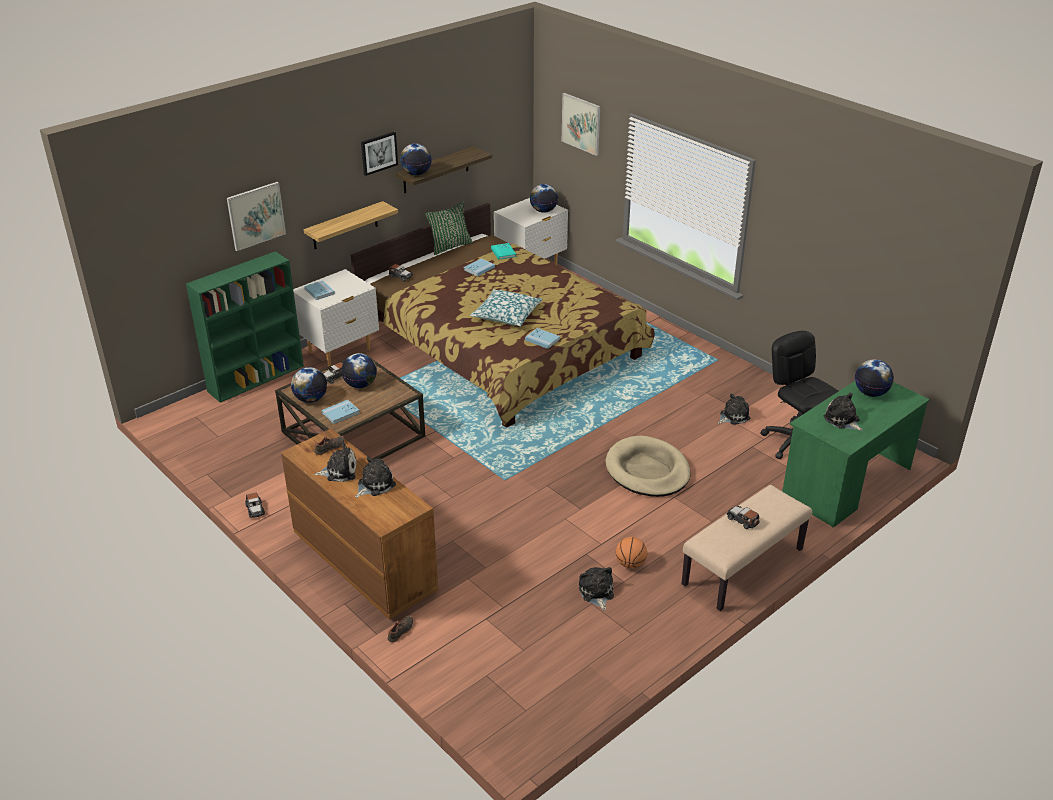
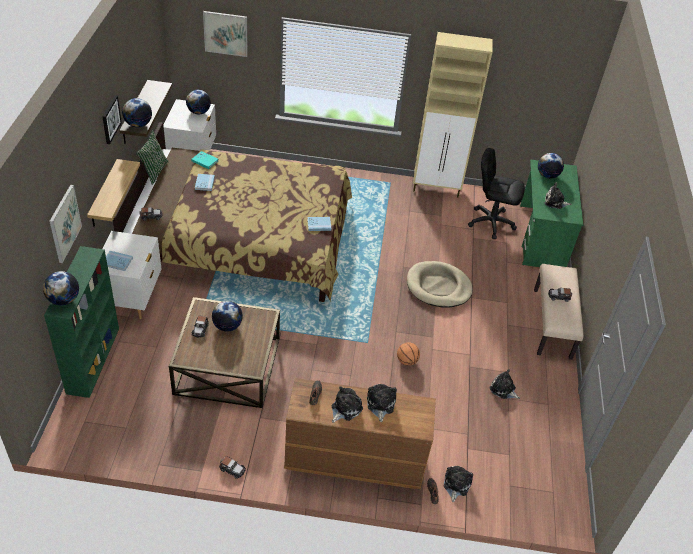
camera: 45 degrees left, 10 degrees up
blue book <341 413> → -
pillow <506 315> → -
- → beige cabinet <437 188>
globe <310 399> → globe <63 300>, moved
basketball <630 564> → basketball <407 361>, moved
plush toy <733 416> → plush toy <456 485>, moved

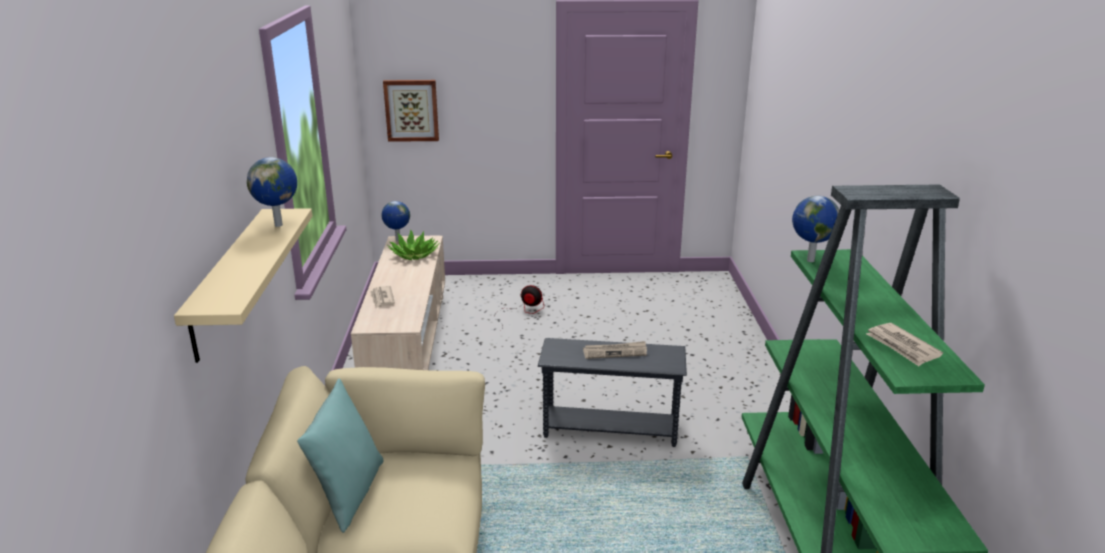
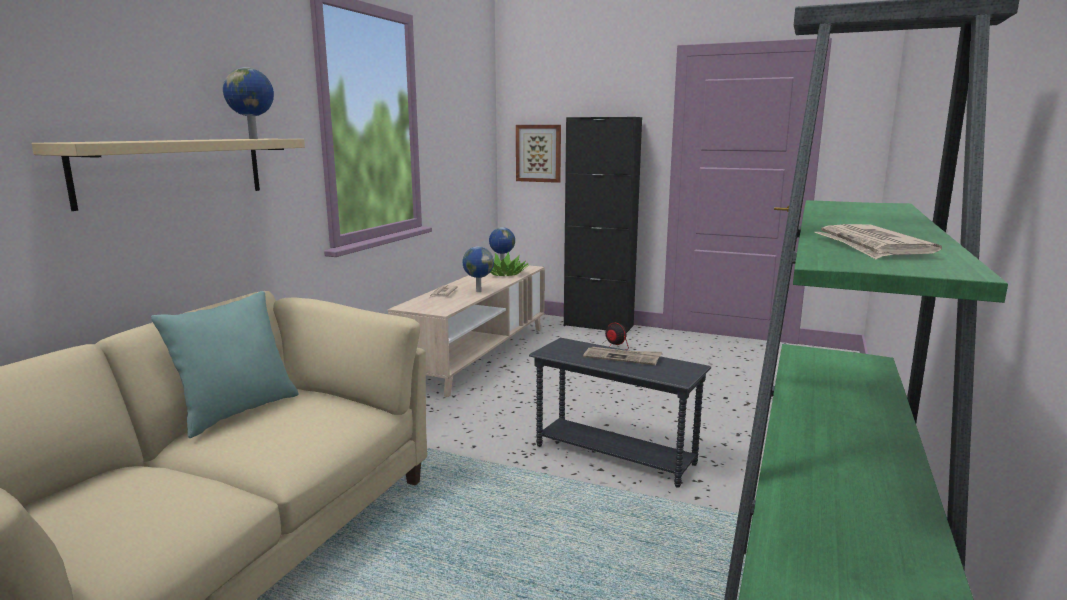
camera: 25 degrees right, 10 degrees down
- → black cabinet <598 325>
globe <809 260> → globe <478 291>, moved

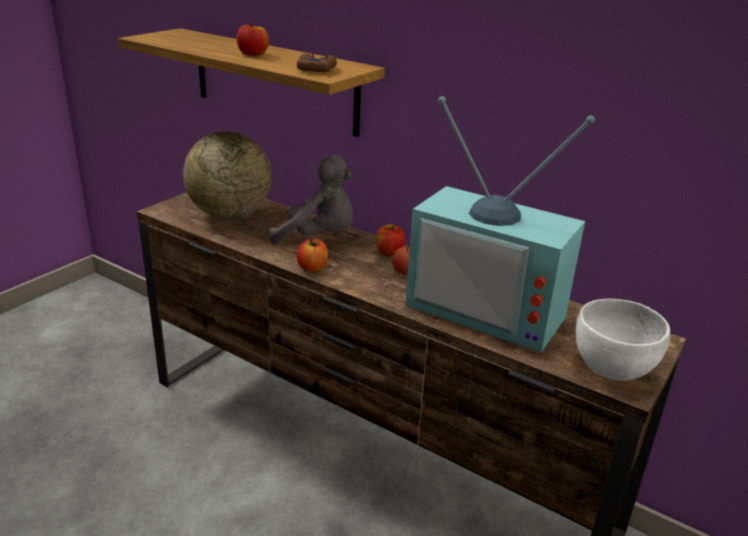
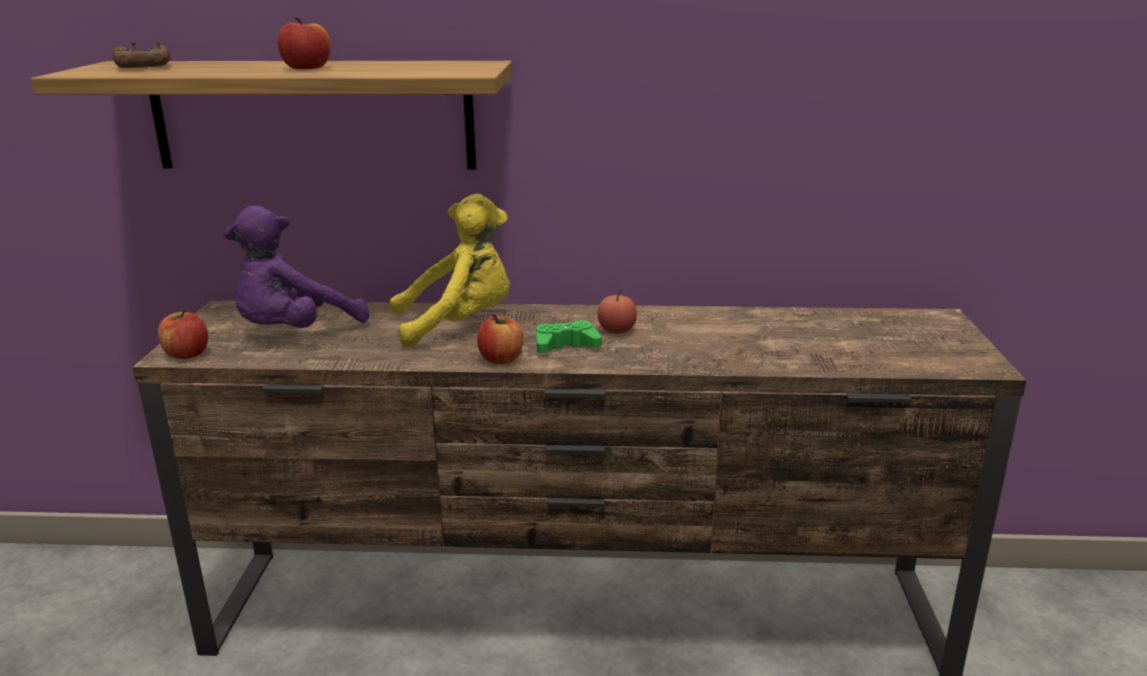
camera: 30 degrees left, 5 degrees down
television <490 309> → -
white bowl <611 369> → -
- → green game controller <566 346>
brown game controller <316 69> → brown game controller <143 67>, moved
apple <389 252> → apple <187 354>, moved
globe <230 215> → purple plush toy <295 332>
grey plush toy <319 237> → yellow plush toy <459 325>

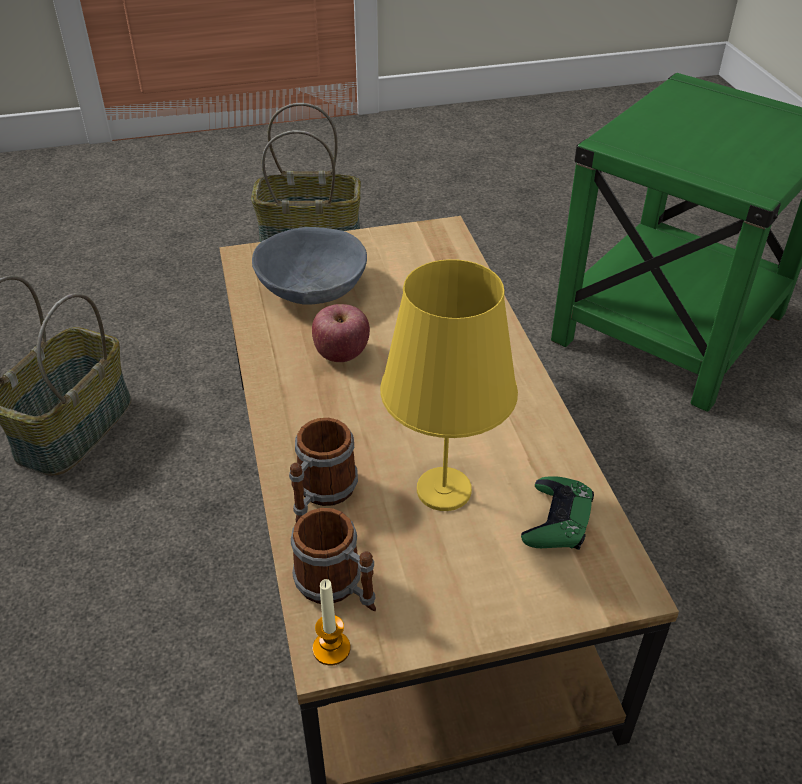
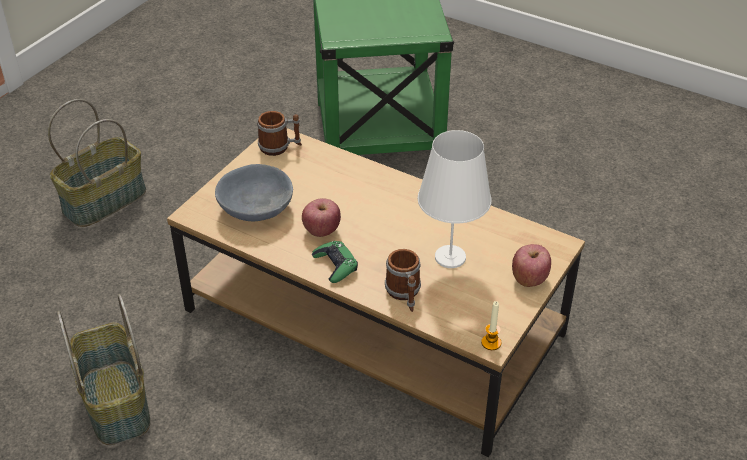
camera: 45 degrees left, 0 degrees up
- → apple <529 278>
mug <338 587> → mug <280 147>, moved
green game controller <557 520> → green game controller <335 265>, moved
yellow table lamp <444 490> → white table lamp <450 257>

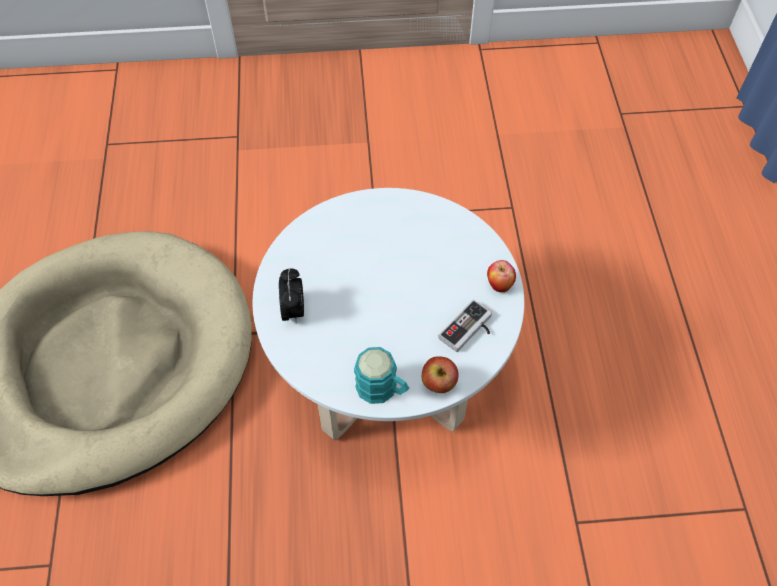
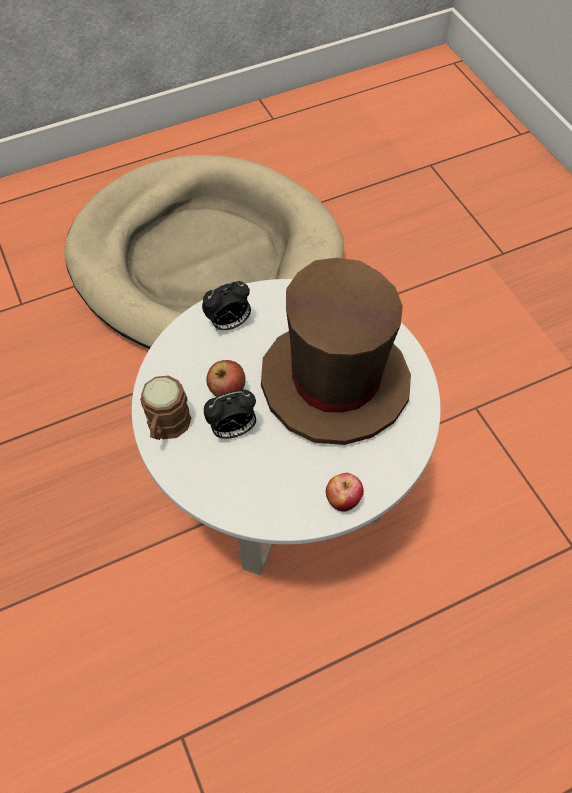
camera: 70 degrees right, 0 degrees up
game controller <469 331> → -
- → alarm clock <232 430>
- → brown hat <334 382>
apple <438 384> → apple <227 391>, moved
turquoise mug <382 389> → brown mug <166 427>

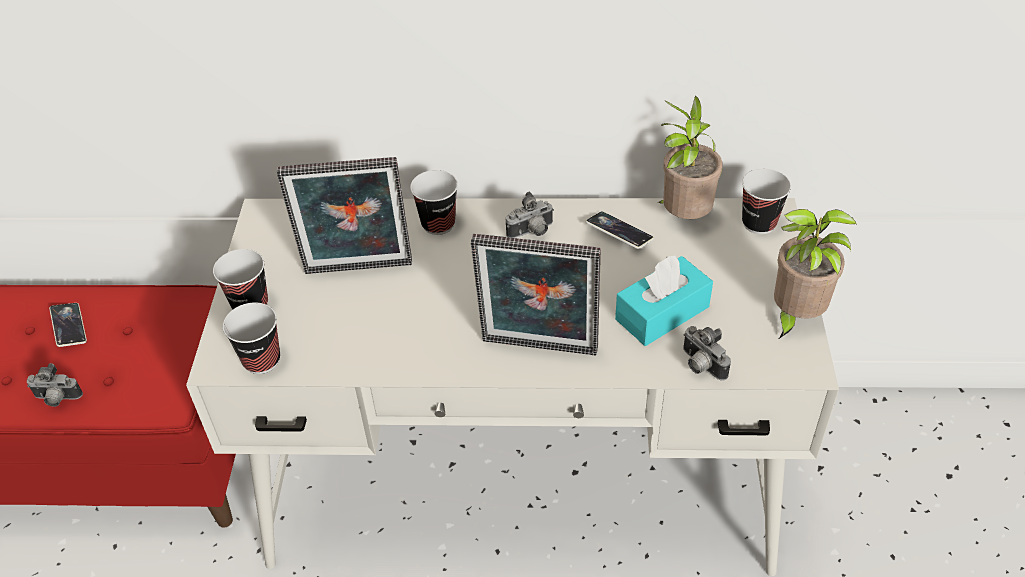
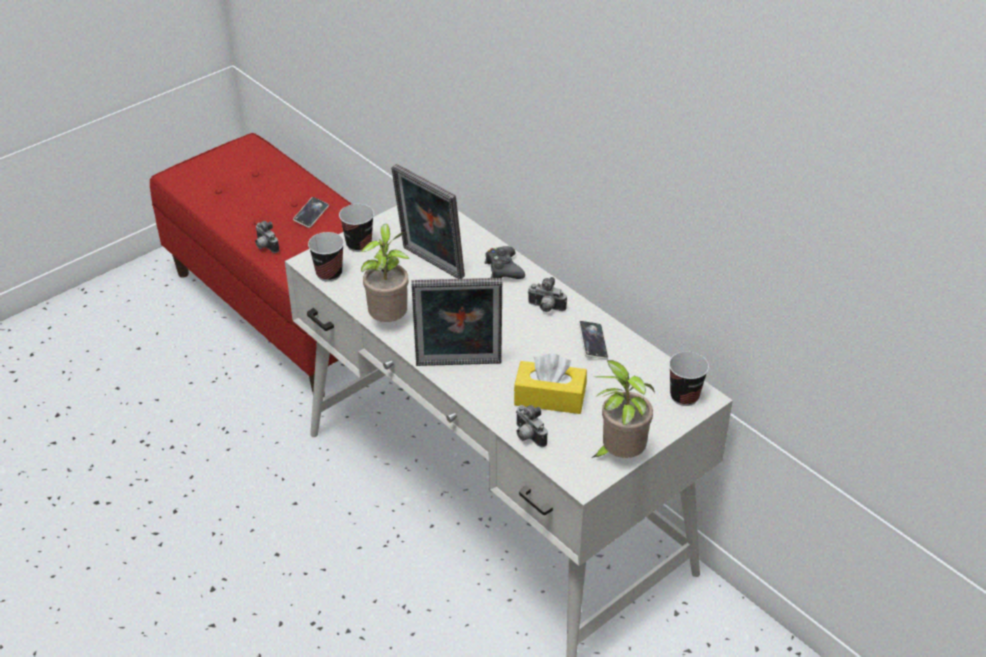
camera: 45 degrees right, 5 degrees down
potted plant <683 216> → potted plant <389 320>, moved
cup <438 224> → black game controller <503 269>
turquoise tissue box <662 313> → yellow tissue box <550 397>
picture frame <538 350> → picture frame <458 366>, 60 degrees counterclockwise
photo camera <700 366> → photo camera <527 436>, 45 degrees counterclockwise

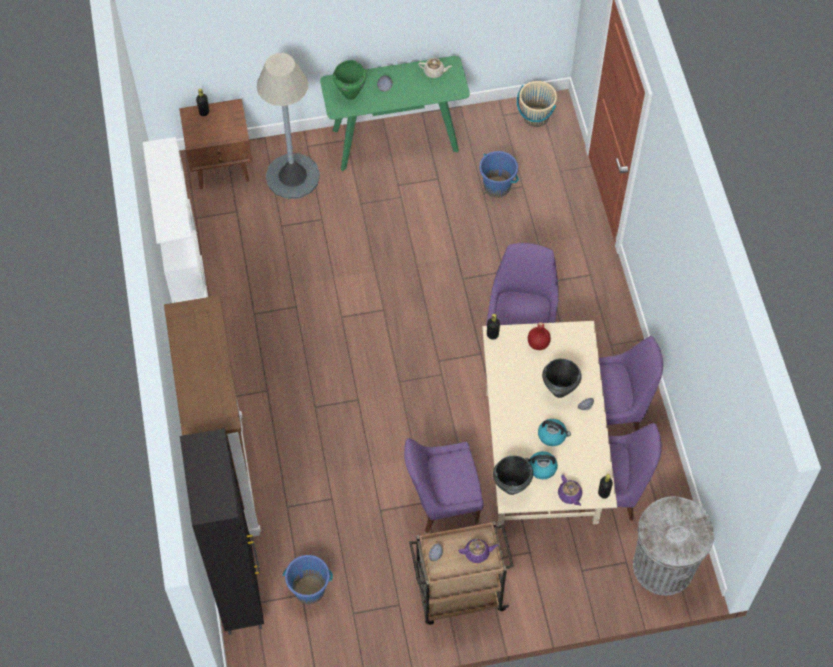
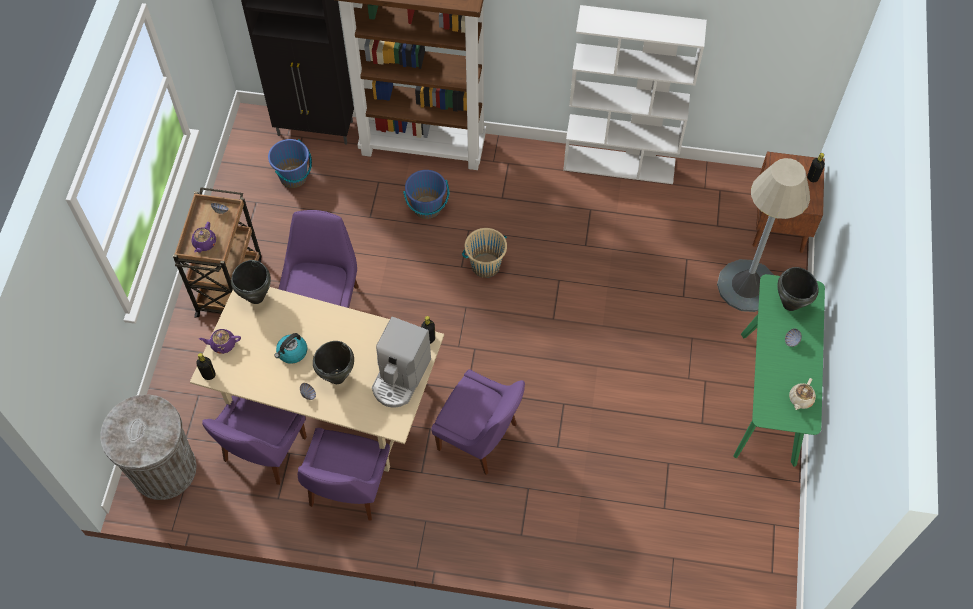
camera: 110 degrees right, 0 degrees up
kettle <541 468> → -
blue bucket <497 187> → blue bucket <427 208>, moved
beige bucket <535 117> → beige bucket <485 265>, moved
red bottle <537 343> → coffee machine <400 377>
green cooking pot <350 94> → black cooking pot <790 304>

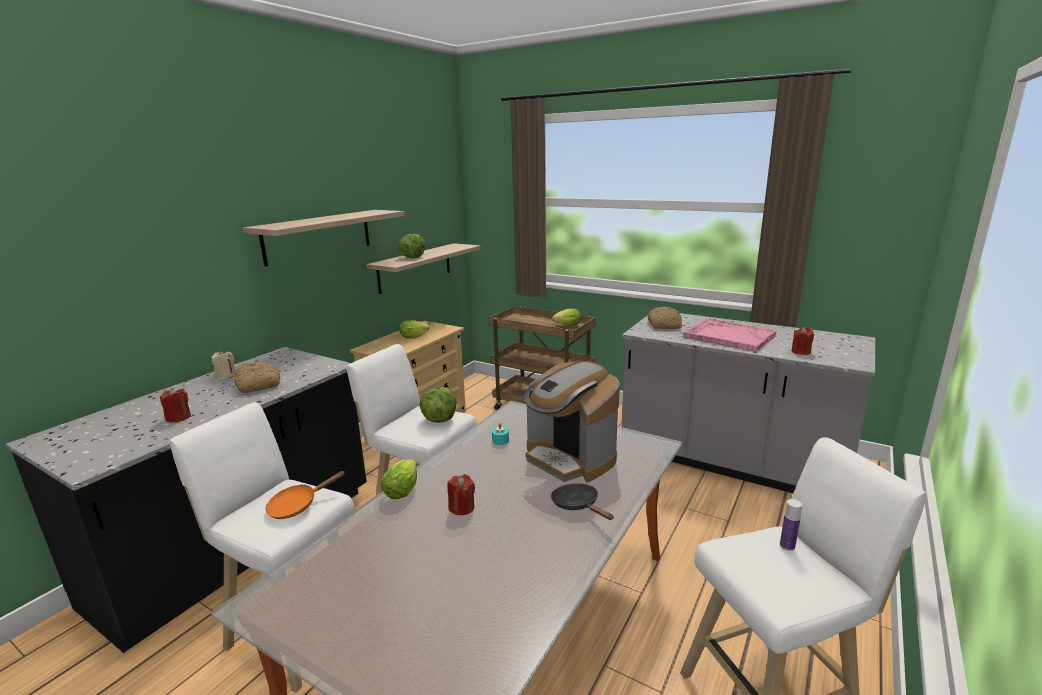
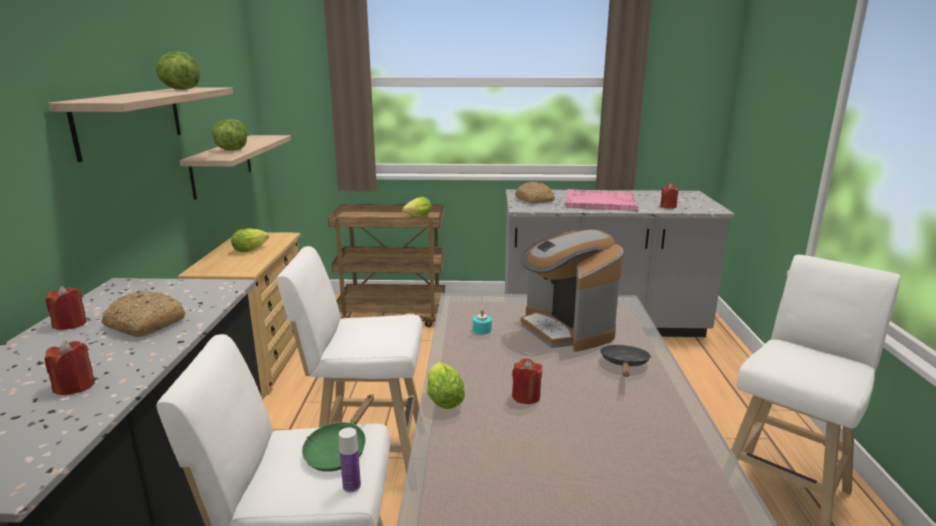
camera: 30 degrees left, 0 degrees up
lettuce <439 419> → lettuce <181 89>, moved
bottle <787 546> → bottle <351 486>, moved
beige candle <226 376> → red candle <70 324>
orange frying pan <298 505> → green frying pan <339 450>
coffee machine <569 458> → coffee machine <566 329>, 45 degrees clockwise
black frying pan <578 505> → black frying pan <624 364>, 75 degrees clockwise

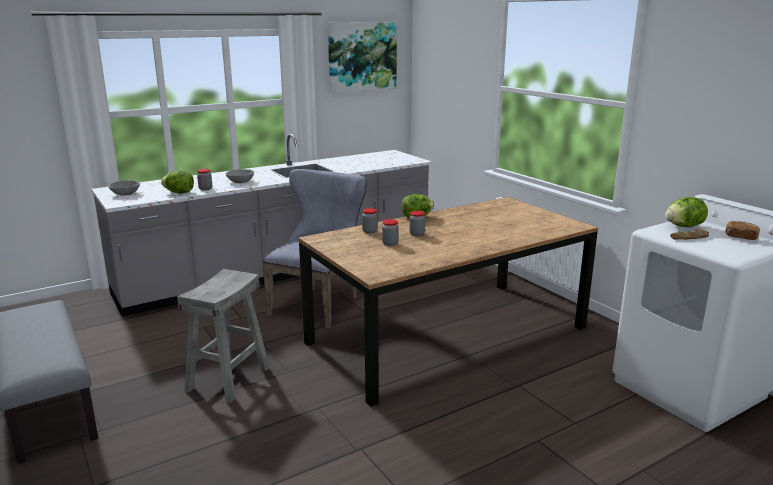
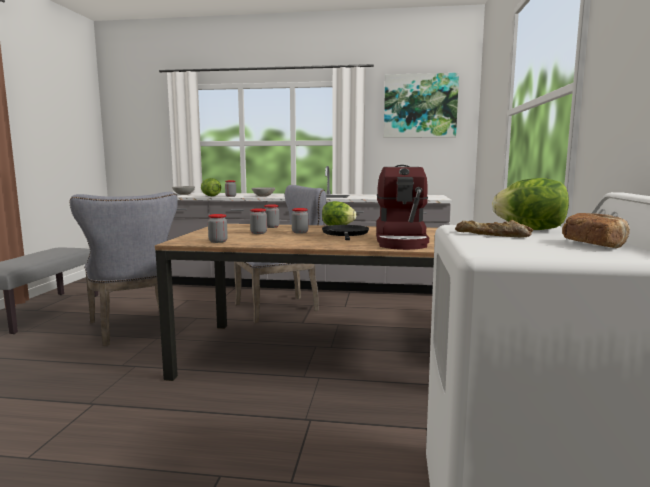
camera: 40 degrees right, 10 degrees down
- → jar <218 241>
- → black frying pan <345 234>
- → coffee machine <402 241>
grey stool <228 379> → grey chair <133 330>

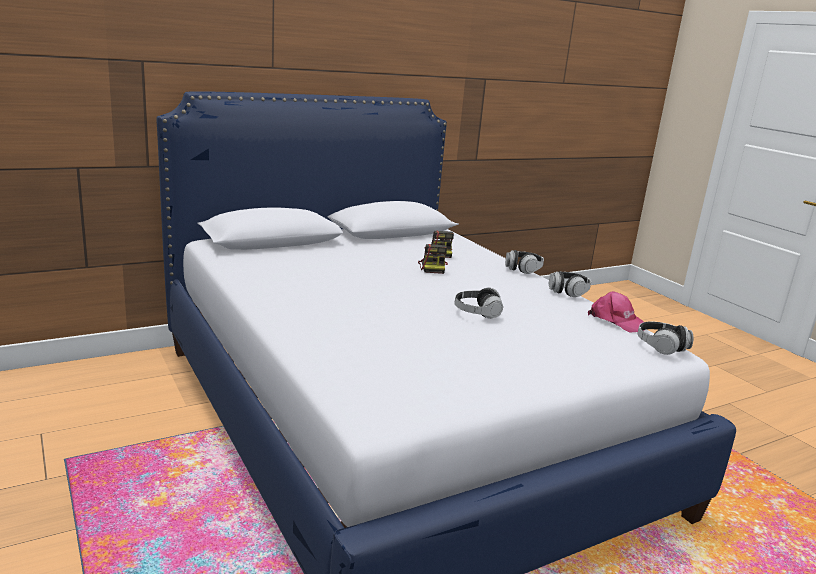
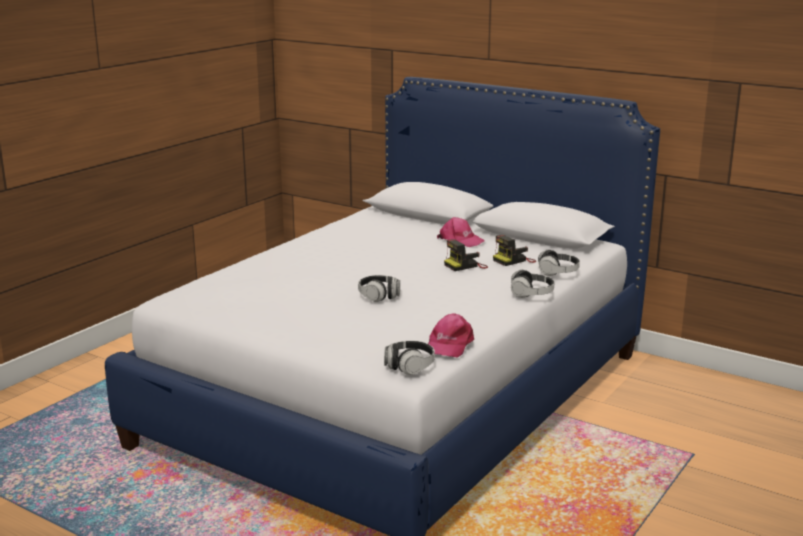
camera: 65 degrees right, 0 degrees up
- → pink cap <460 240>
headphones <567 291> → headphones <558 272>, moved

